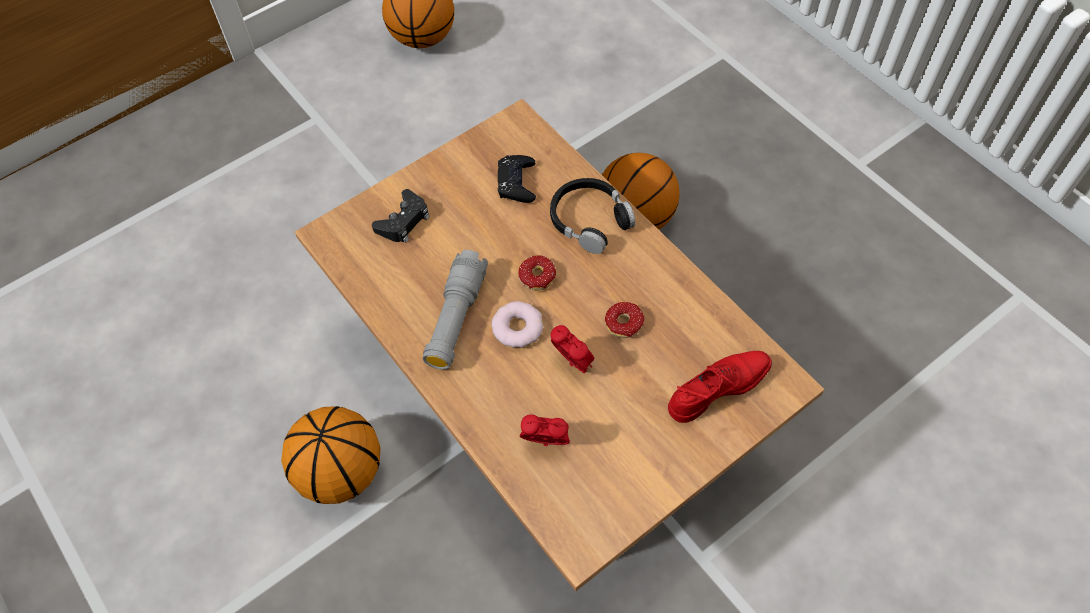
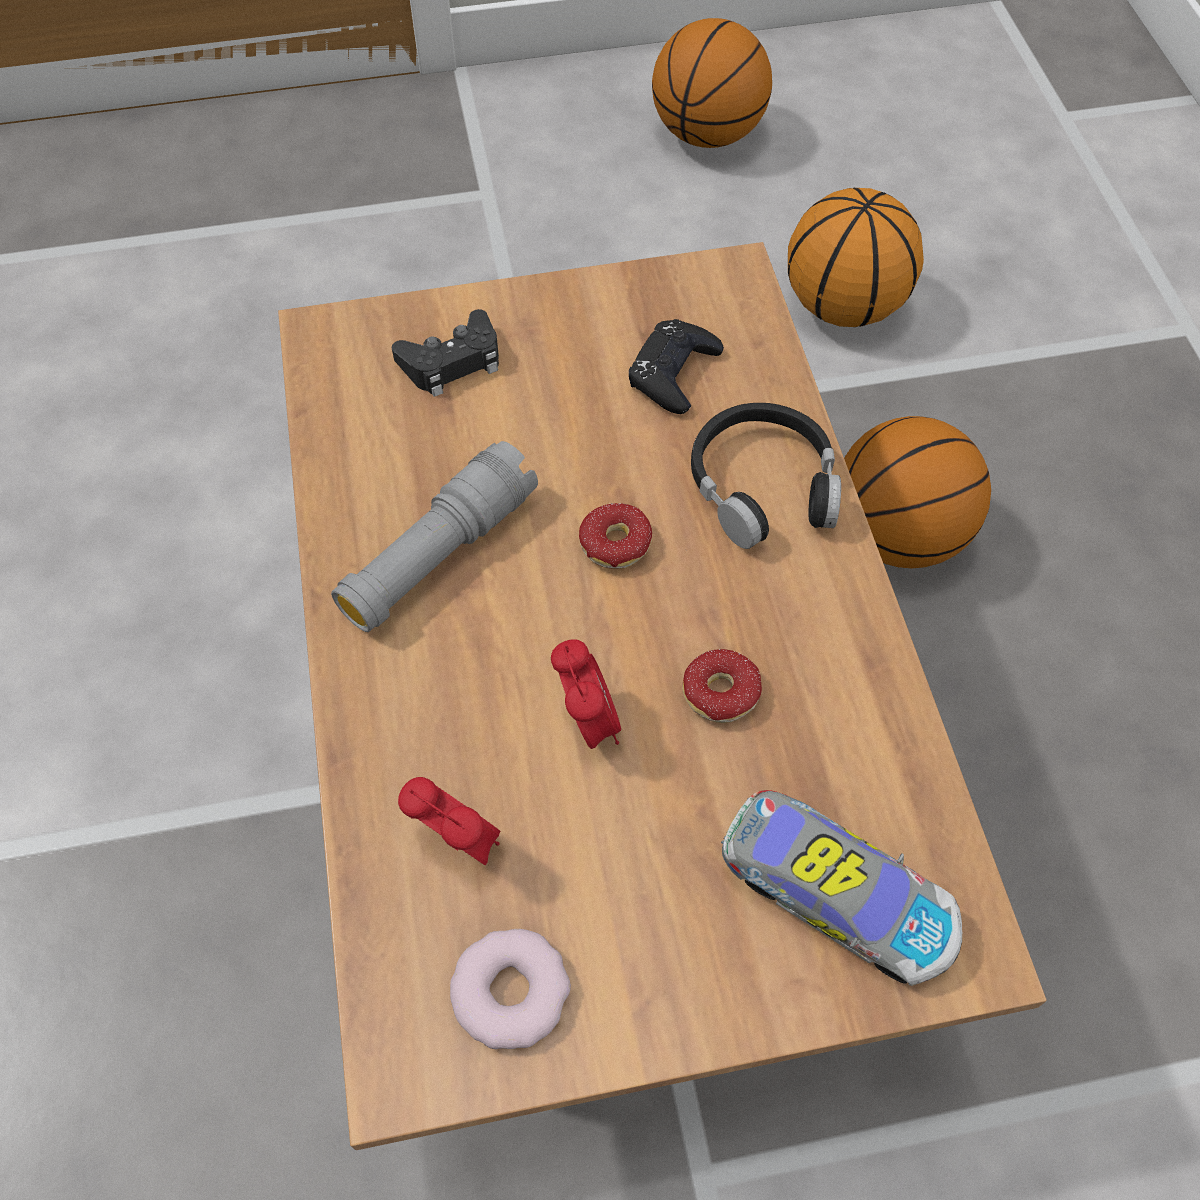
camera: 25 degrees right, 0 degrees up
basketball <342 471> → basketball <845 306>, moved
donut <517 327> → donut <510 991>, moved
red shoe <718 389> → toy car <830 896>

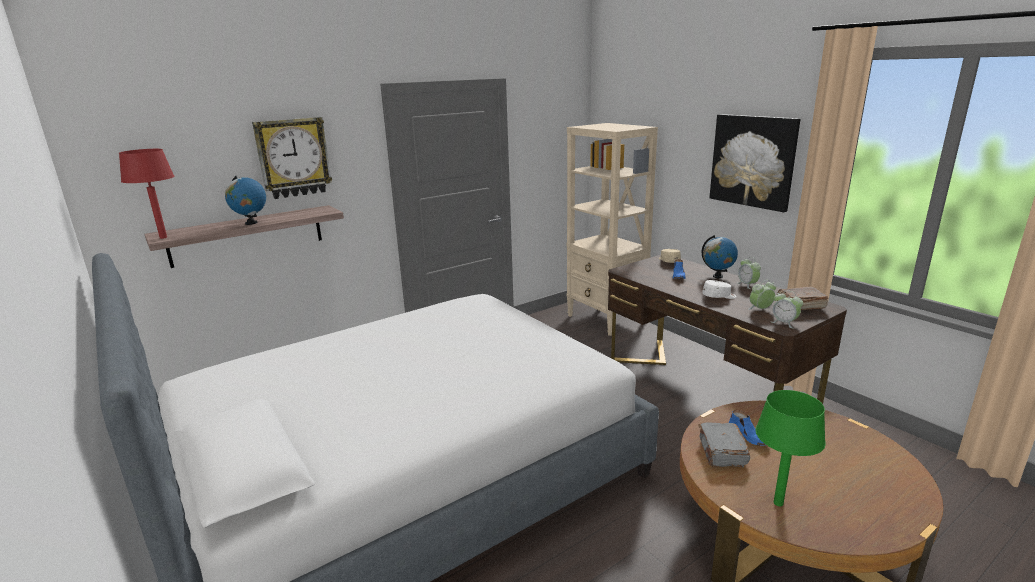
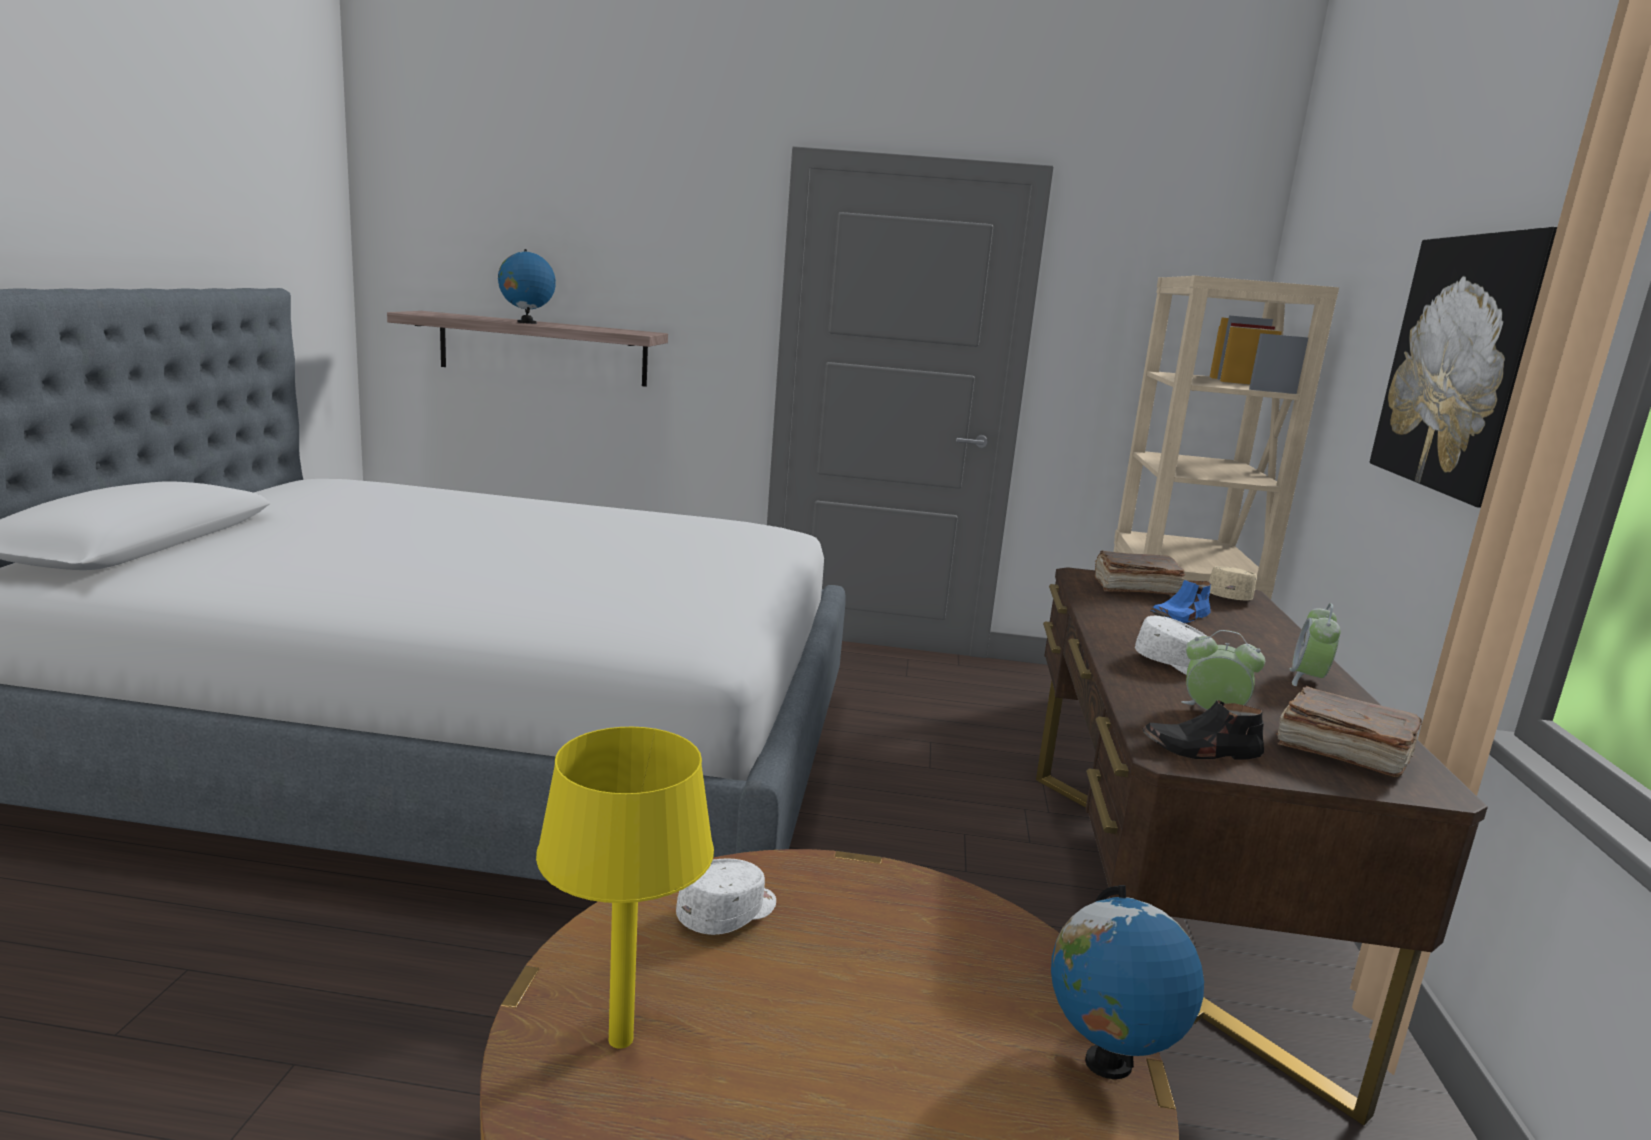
camera: 40 degrees right, 5 degrees down
red table lamp <163 237> → -
wall clock <293 157> → -
blue shoe <748 436> → -
- → brown book <1134 588>
globe <717 276> → globe <1107 1063>, moved
grey book <721 453> → white cap <728 913>
alarm clock <784 323> → black shoe <1201 750>
green table lamp <777 503> → yellow table lamp <620 1038>

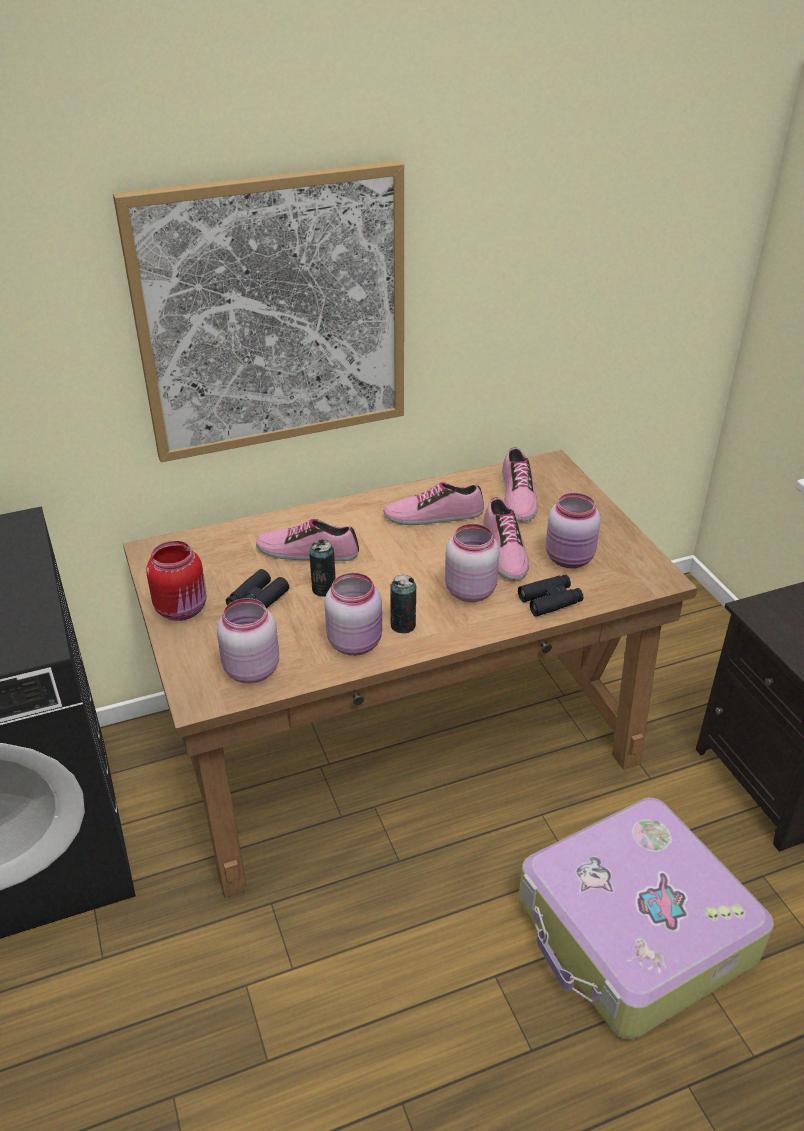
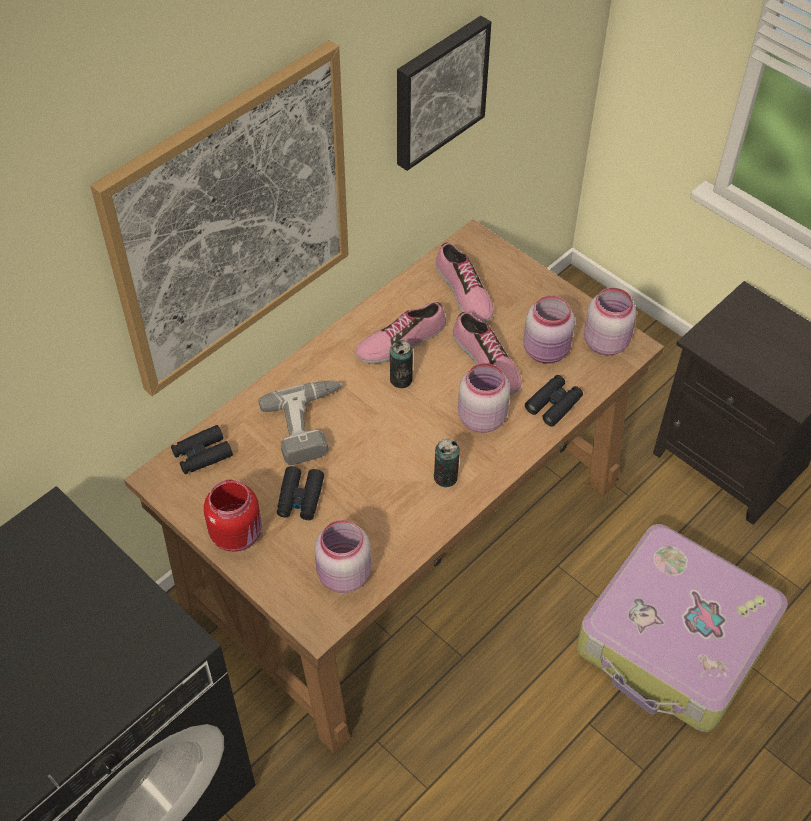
camera: 25 degrees left, 15 degrees up
- → black binoculars <202 454>
- → picture <438 91>
can <324 589> → can <401 379>, moved
pink jar <356 642> → pink jar <606 341>, moved
shoe <307 551> → power drill <310 425>

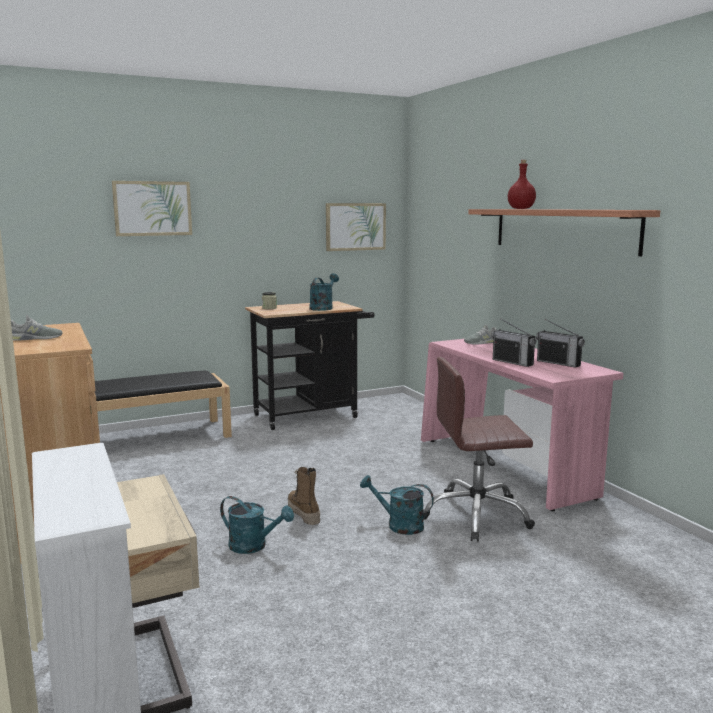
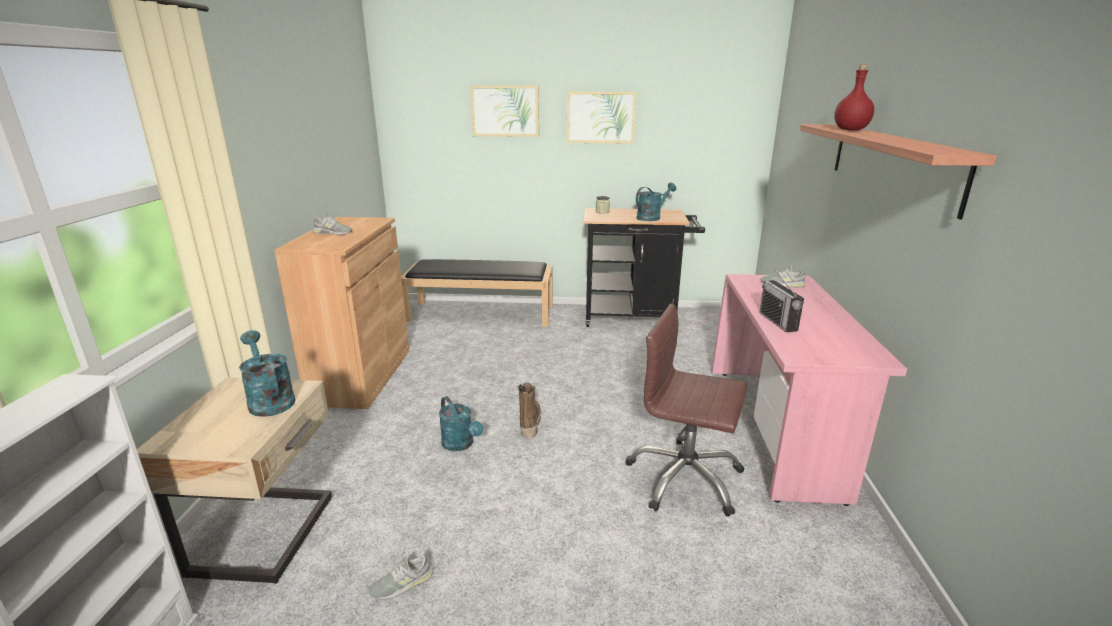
camera: 30 degrees right, 10 degrees up
radio <558 363> → -
- → grey shoe <402 584>
picture <355 226> → picture <600 117>, moved
turquoise watering can <399 525> → turquoise watering can <269 400>, moved

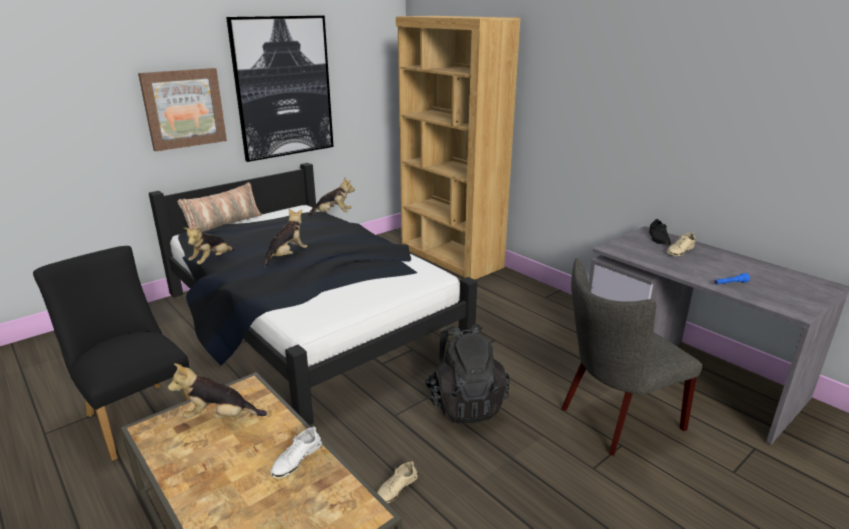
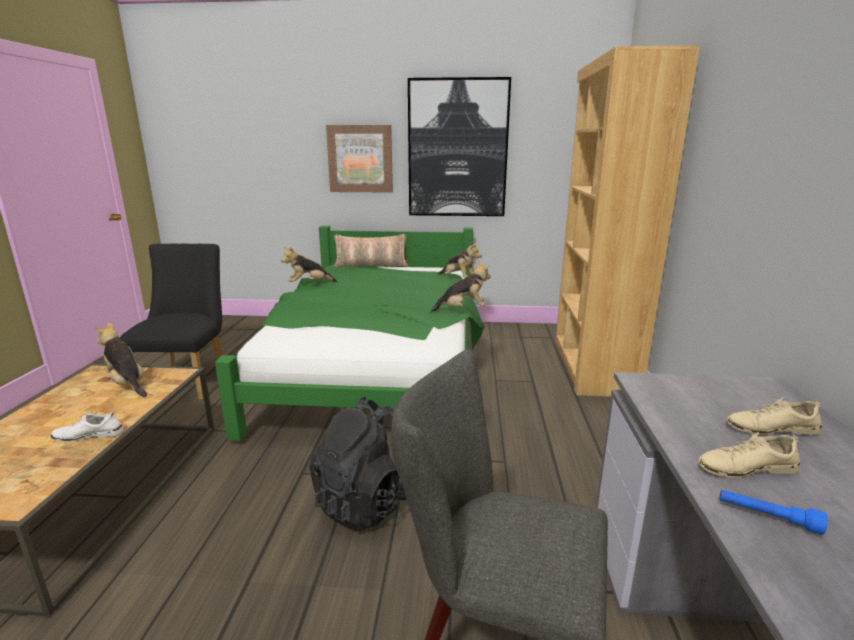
camera: 45 degrees right, 5 degrees down
black shoe <658 239> → -
plush toy <287 256> → plush toy <462 310>, moved
beige shoe <396 488> → beige shoe <746 467>, moved
black bed <309 321> → green bed <378 368>

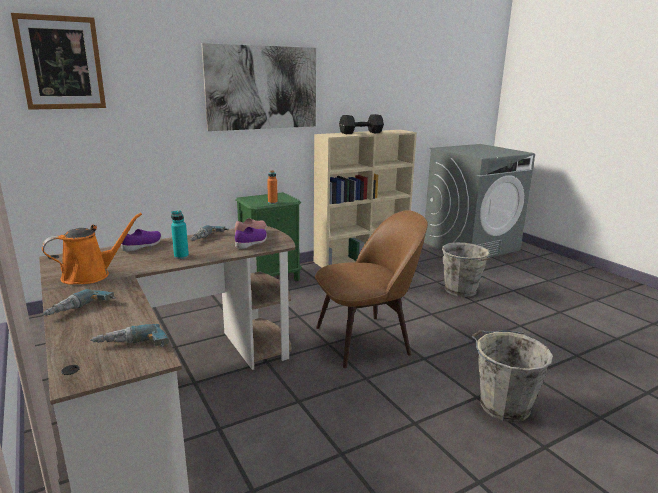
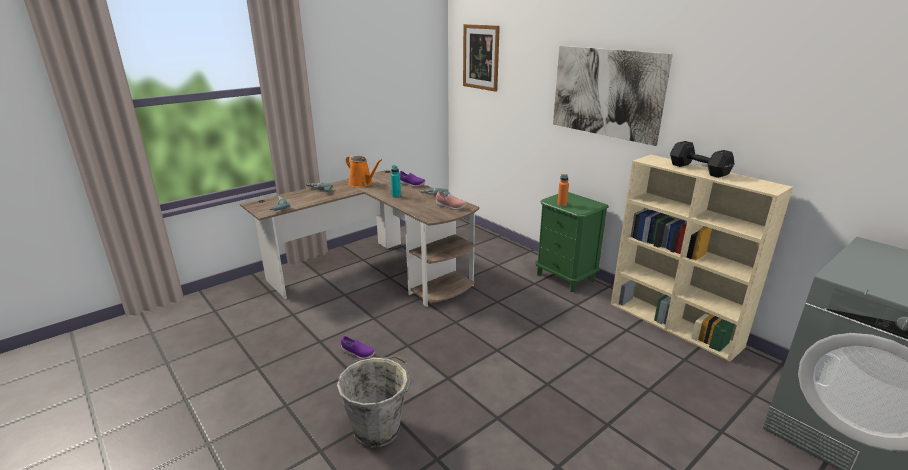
camera: 80 degrees right, 5 degrees up
brown chair <366 339> → -
grey bucket <461 291> → -
purple shoe <252 243> → purple shoe <358 354>, moved

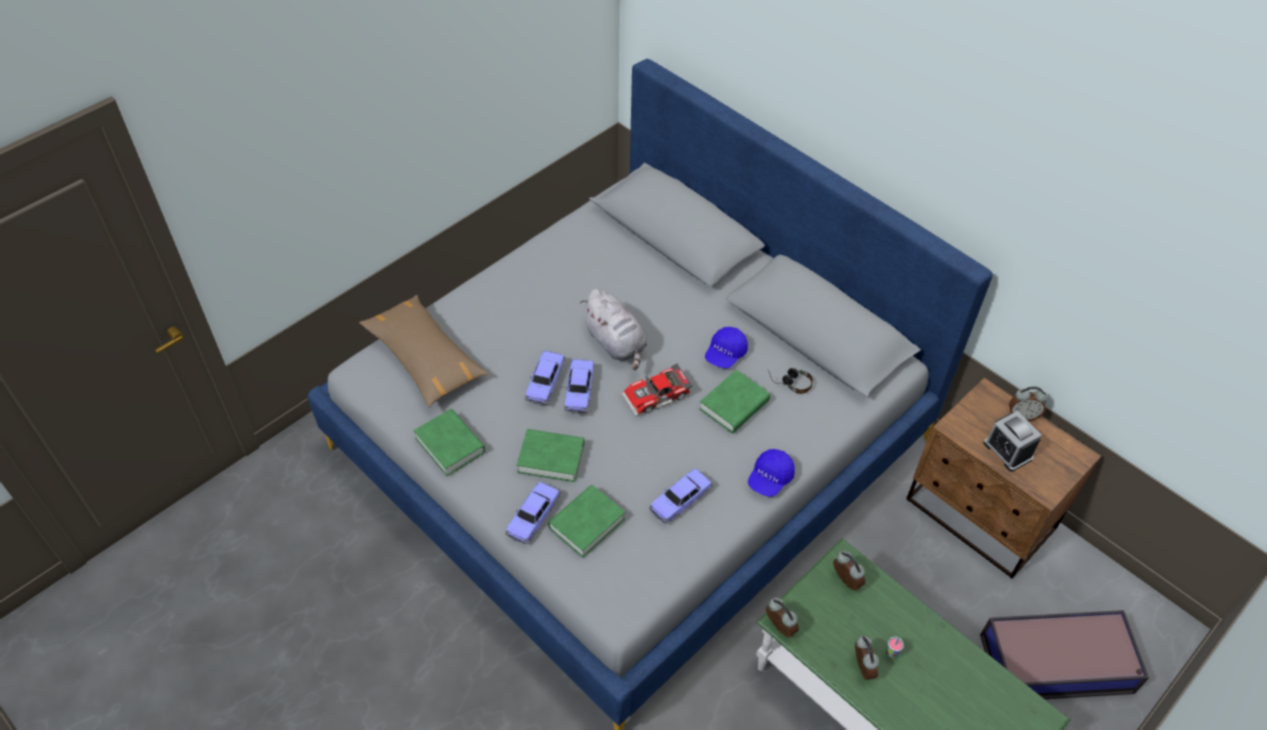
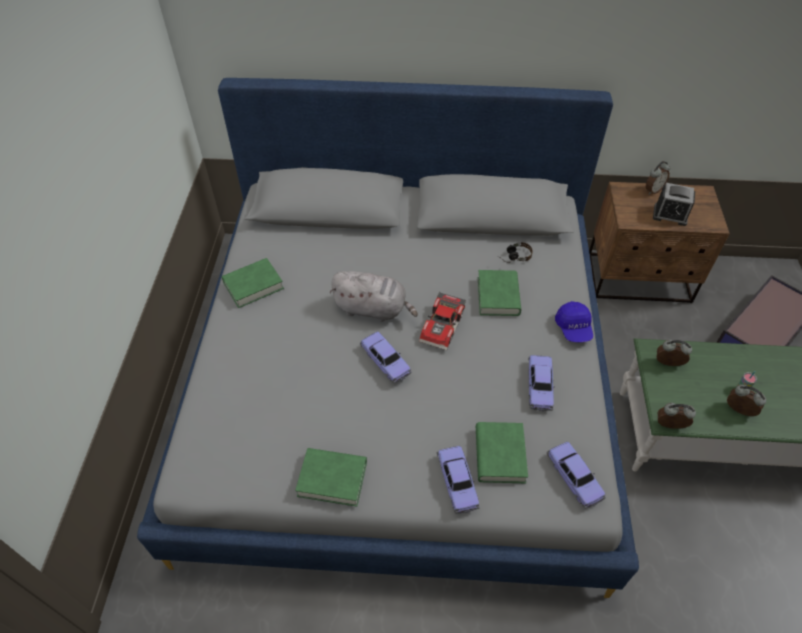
camera: 40 degrees left, 0 degrees up
brown pillow <424 358> → -
blue cap <725 354> → -
green book <551 458> → green book <253 285>, moved
toy car <545 382> → toy car <574 478>, moved

